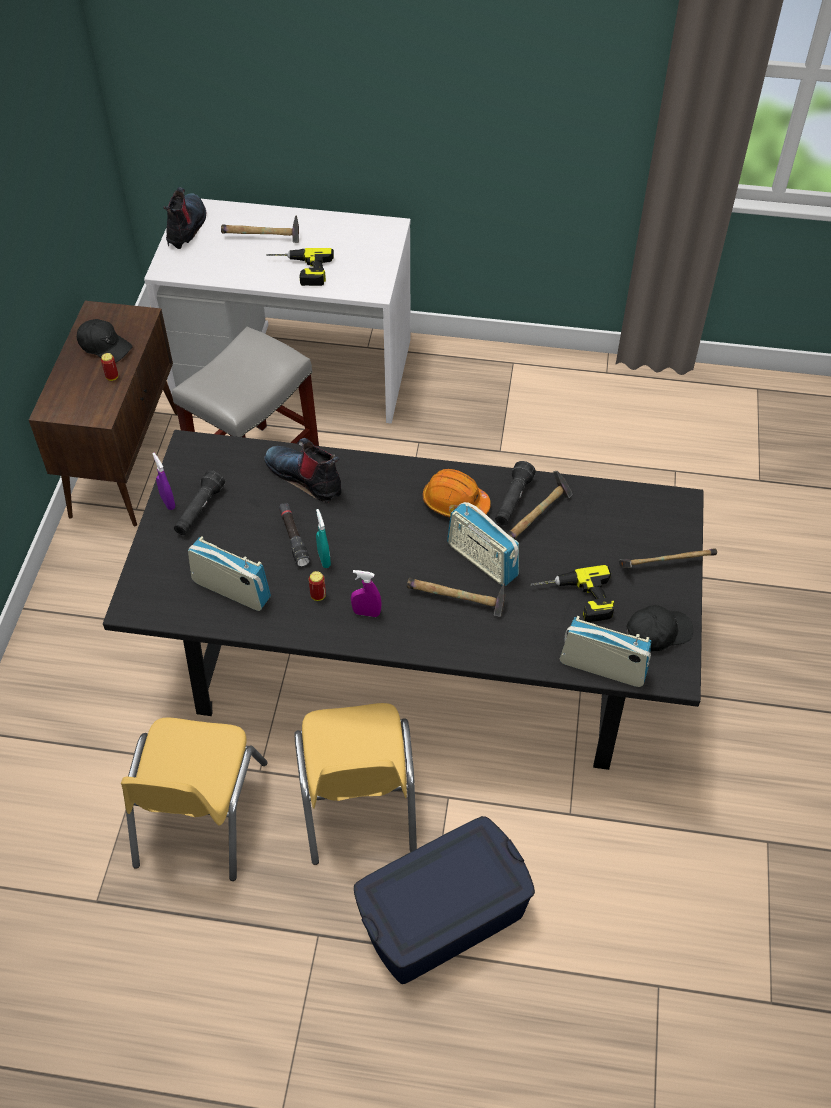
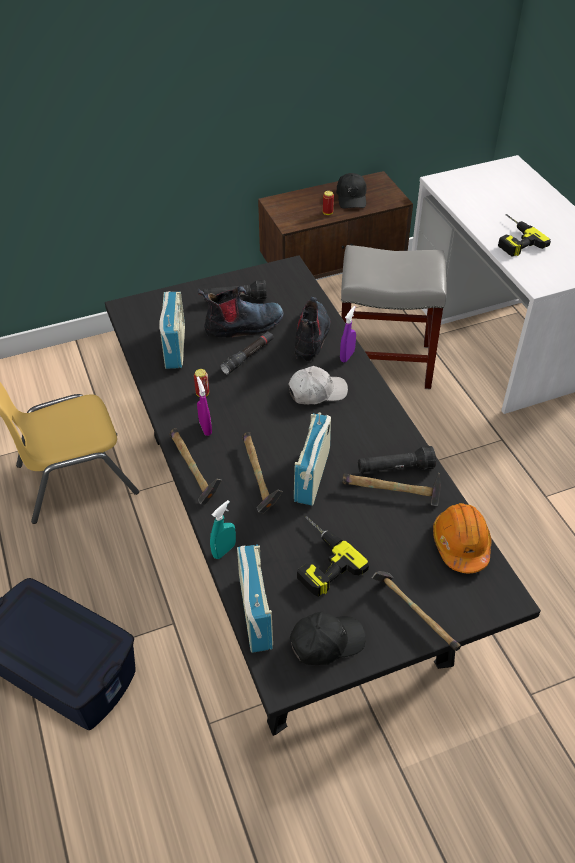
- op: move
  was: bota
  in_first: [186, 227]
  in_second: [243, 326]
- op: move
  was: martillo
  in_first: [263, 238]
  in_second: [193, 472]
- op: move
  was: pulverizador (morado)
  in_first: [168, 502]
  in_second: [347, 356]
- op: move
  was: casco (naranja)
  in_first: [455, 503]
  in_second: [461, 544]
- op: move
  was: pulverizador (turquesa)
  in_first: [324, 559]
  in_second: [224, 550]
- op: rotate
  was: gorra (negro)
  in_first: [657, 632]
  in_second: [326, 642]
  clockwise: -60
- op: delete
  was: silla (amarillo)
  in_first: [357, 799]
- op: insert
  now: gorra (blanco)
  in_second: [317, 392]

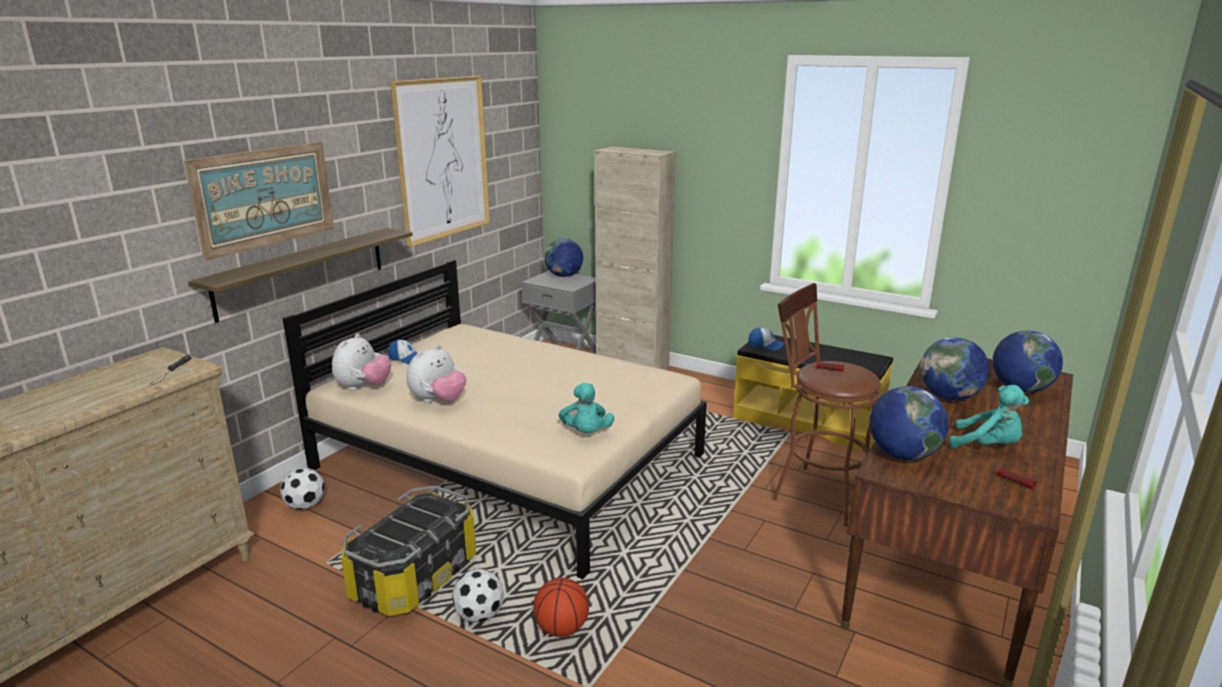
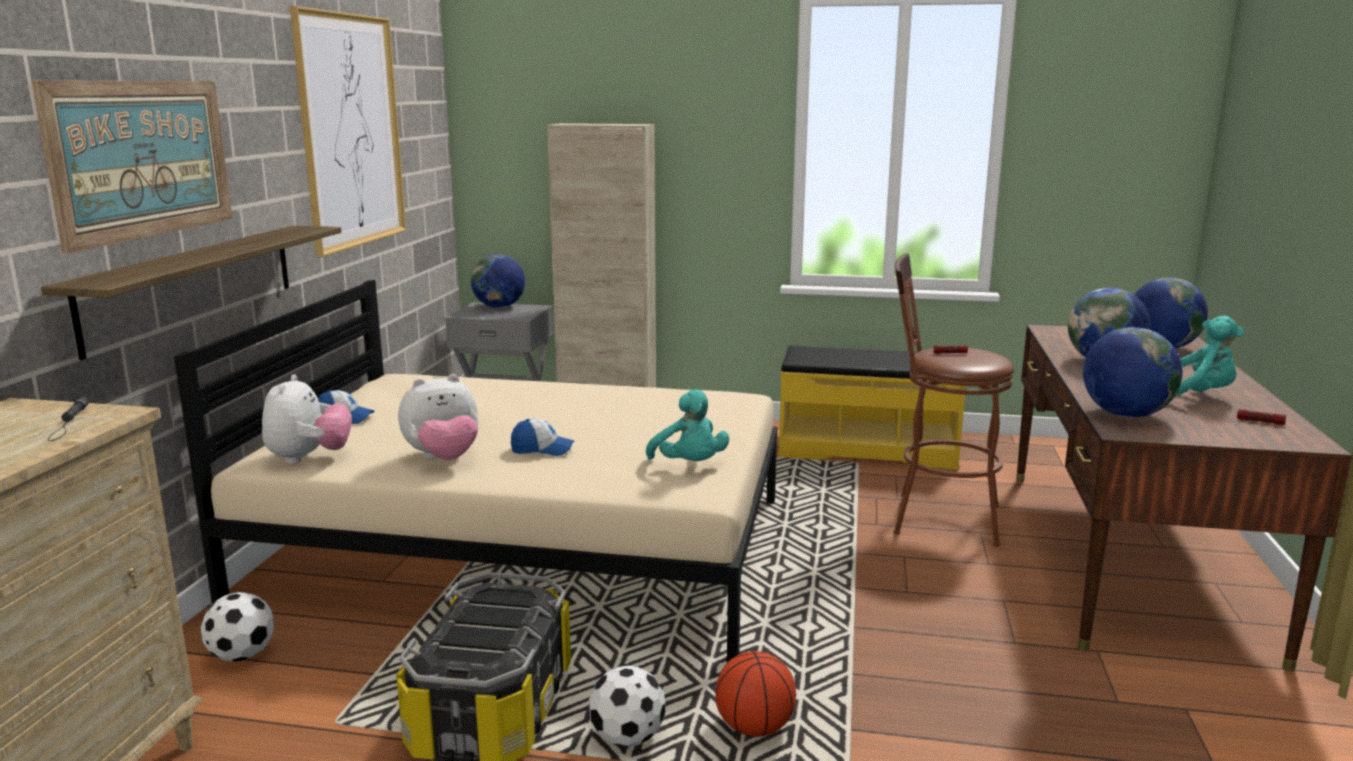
- op: move
  was: gorra
  in_first: [765, 346]
  in_second: [542, 449]
- op: rotate
  was: peluche
  in_first: [438, 401]
  in_second: [444, 459]
  clockwise: 45

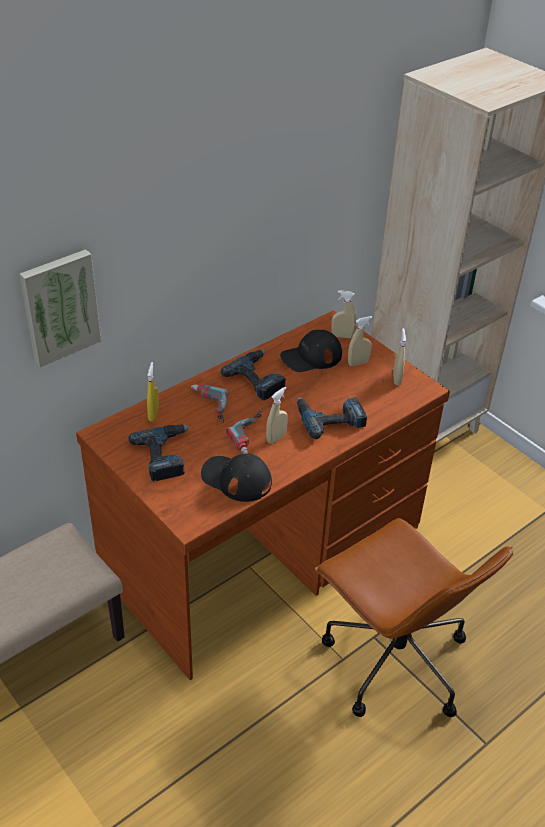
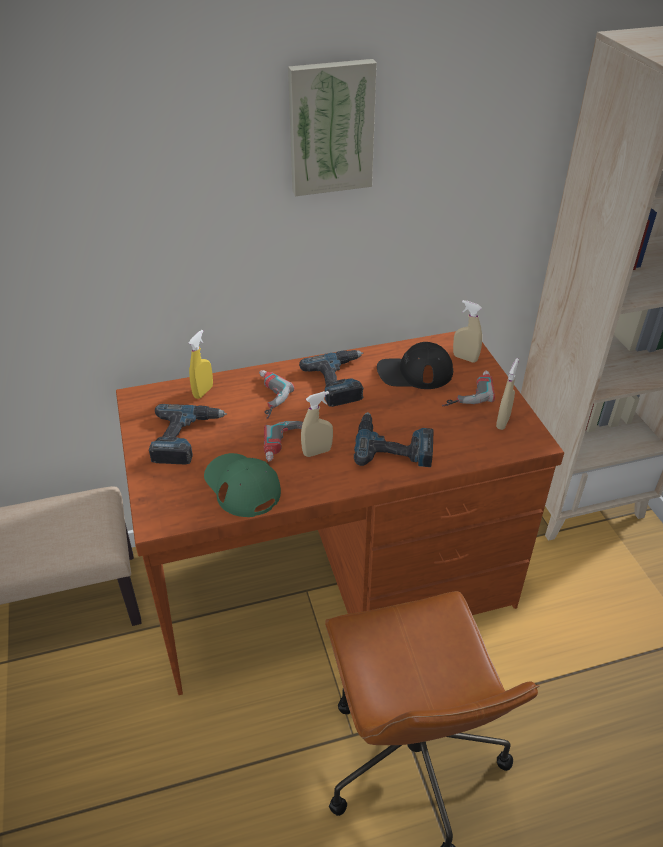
- op: move
  was: cuadro
  in_first: [59, 306]
  in_second: [330, 127]
- op: replace
  was: pulverizador (beis)
  now: taladro
  in_first: [358, 363]
  in_second: [466, 392]
- op: recolor
  was: gorra (negro)
  now: gorra (verde)
  in_first: [236, 479]
  in_second: [242, 486]

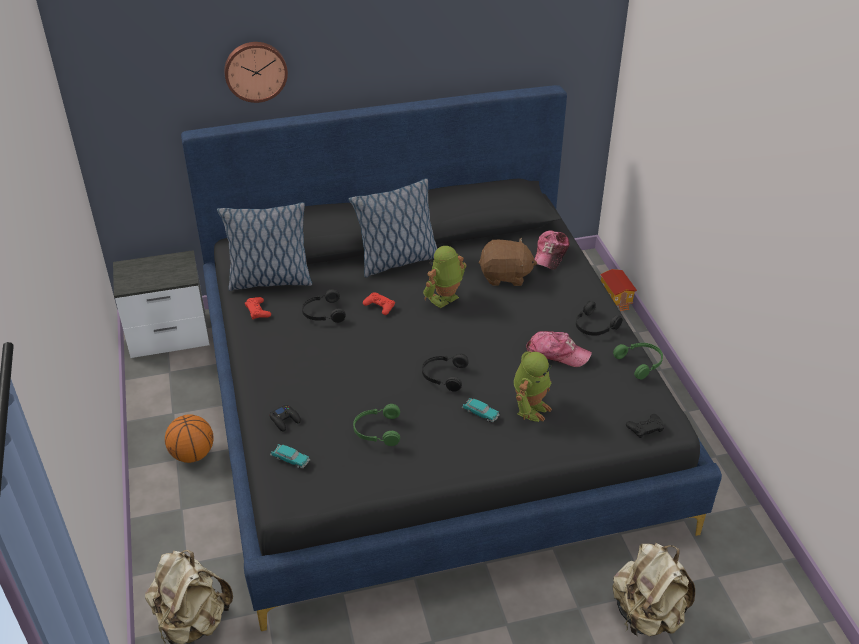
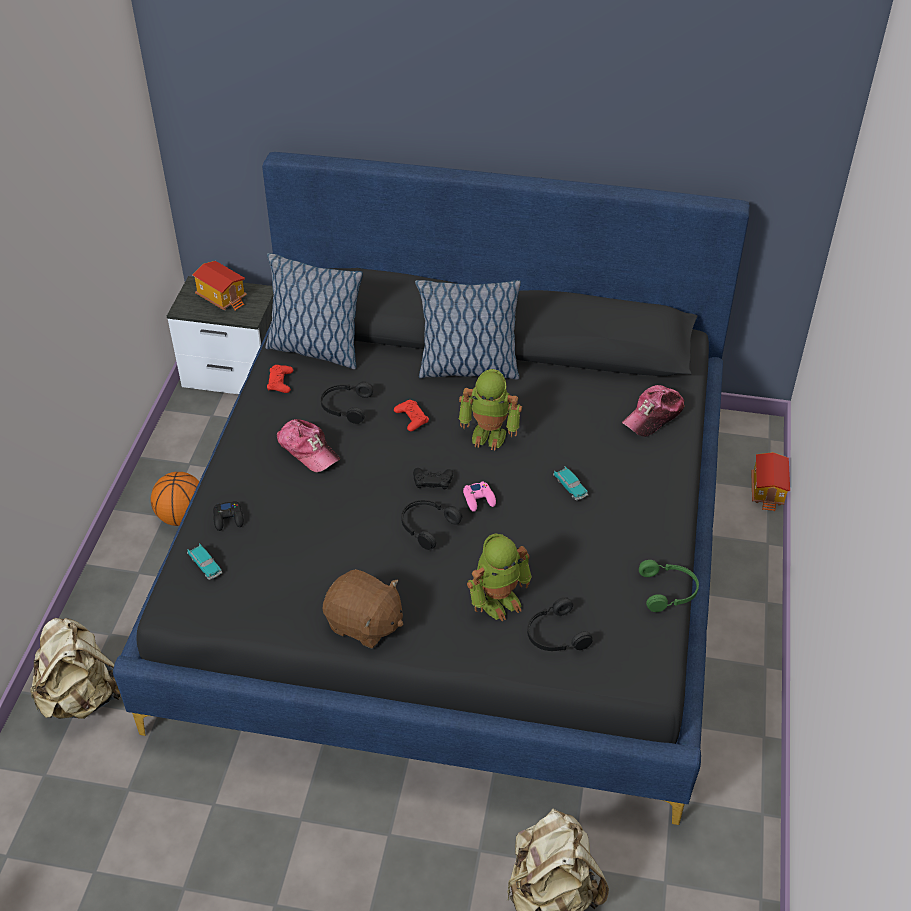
- op: delete
  was: reloj de pared
  in_first: [255, 70]
- op: move
  was: peluche (marrón)
  in_first: [505, 276]
  in_second: [364, 624]
- op: rotate
  was: robot de juguete
  in_first: [445, 300]
  in_second: [490, 434]
  clockwise: -150
- op: move
  was: auriculares (negro)
  in_first: [594, 327]
  in_second: [555, 635]
- op: move
  was: gorra
  in_first: [557, 353]
  in_second: [308, 450]
- op: move
  was: coche de juguete
  in_first: [480, 413]
  in_second: [570, 486]
- op: delete
  was: auriculares (verde)
  in_first: [377, 431]
- op: move
  was: mando de consola (negro)
  in_first: [645, 428]
  in_second: [432, 480]
- op: insert
  now: casita
  in_second: [222, 297]
- op: insert
  now: mando de consola (rosa)
  in_second: [479, 499]

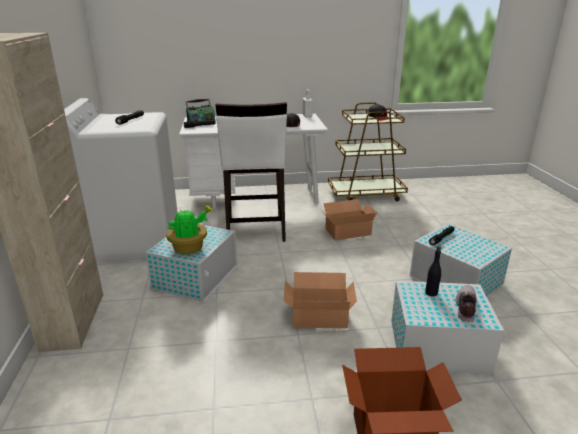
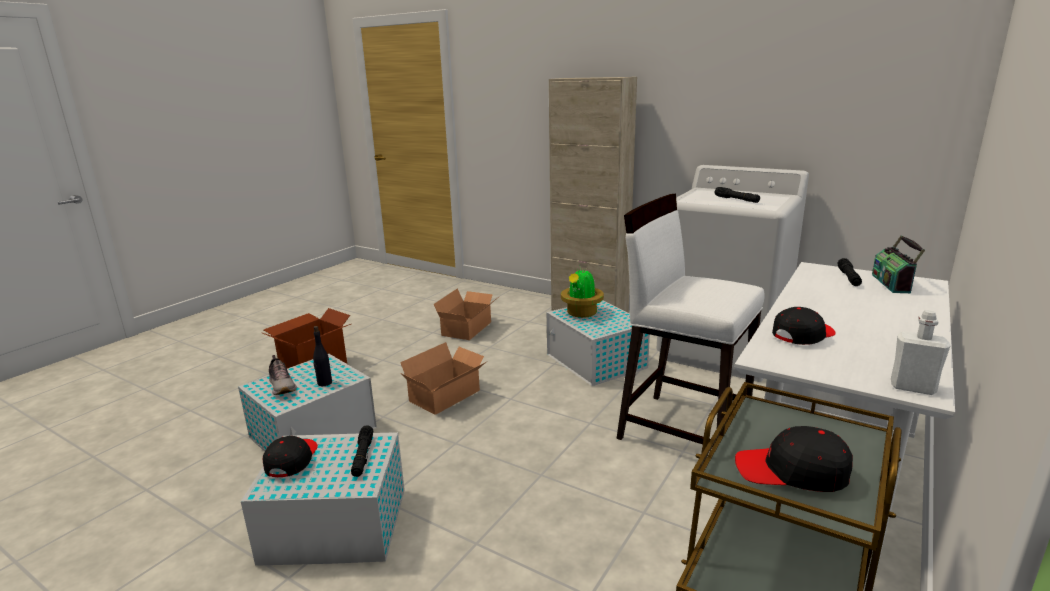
- op: move
  was: caja de cartón
  in_first: [346, 231]
  in_second: [469, 328]
- op: insert
  now: gorra (negro)
  in_second: [292, 460]

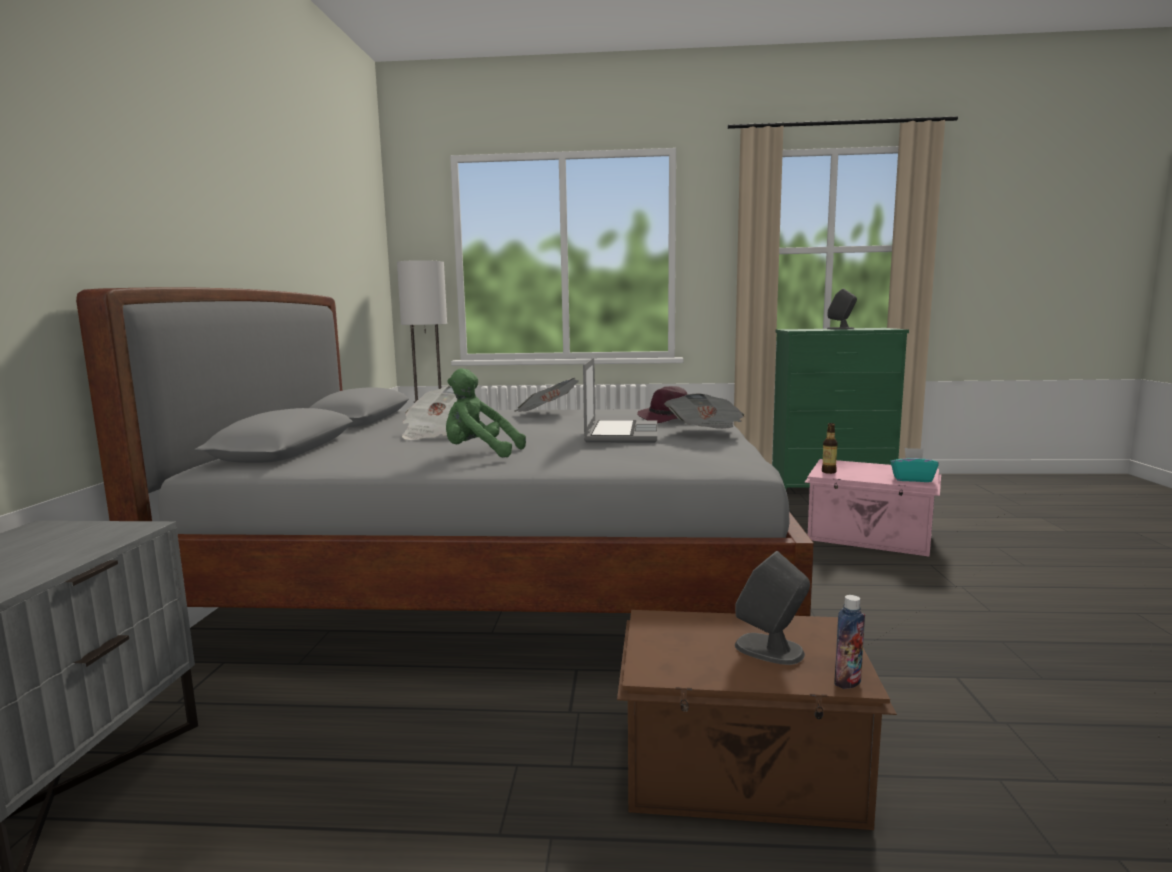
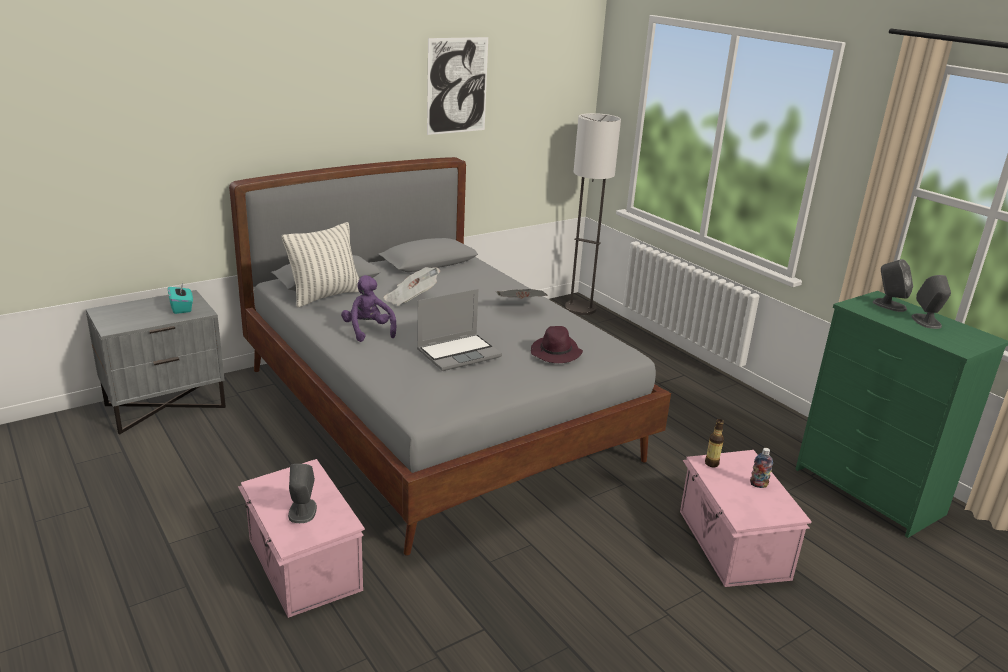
- op: recolor
  was: peluche (verde)
  now: peluche (morado)
  in_first: [479, 453]
  in_second: [368, 331]
- op: delete
  was: periódico
  in_first: [706, 434]
- op: move
  was: caja de pañuelos (turquesa)
  in_first: [912, 479]
  in_second: [182, 308]
- op: move
  was: botella
  in_first: [847, 681]
  in_second: [758, 485]
- op: recolor
  was: caja de almacenaje (marrón)
  now: caja de almacenaje (rosa)
  in_first: [743, 774]
  in_second: [302, 566]
- op: insert
  now: cuadro
  in_second: [457, 86]
- op: insert
  now: cojín
  in_second: [325, 296]
- op: insert
  now: altavoz (gris)
  in_second: [889, 305]

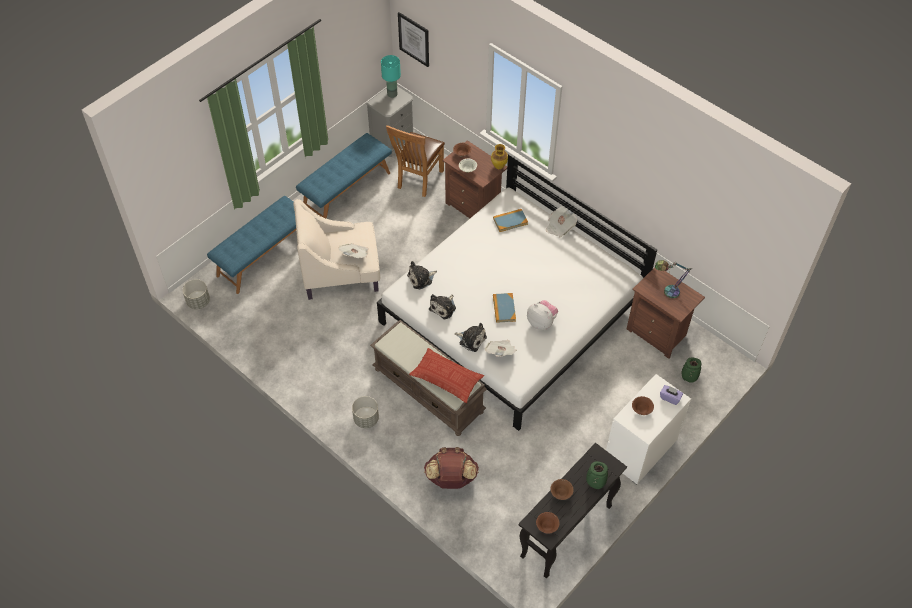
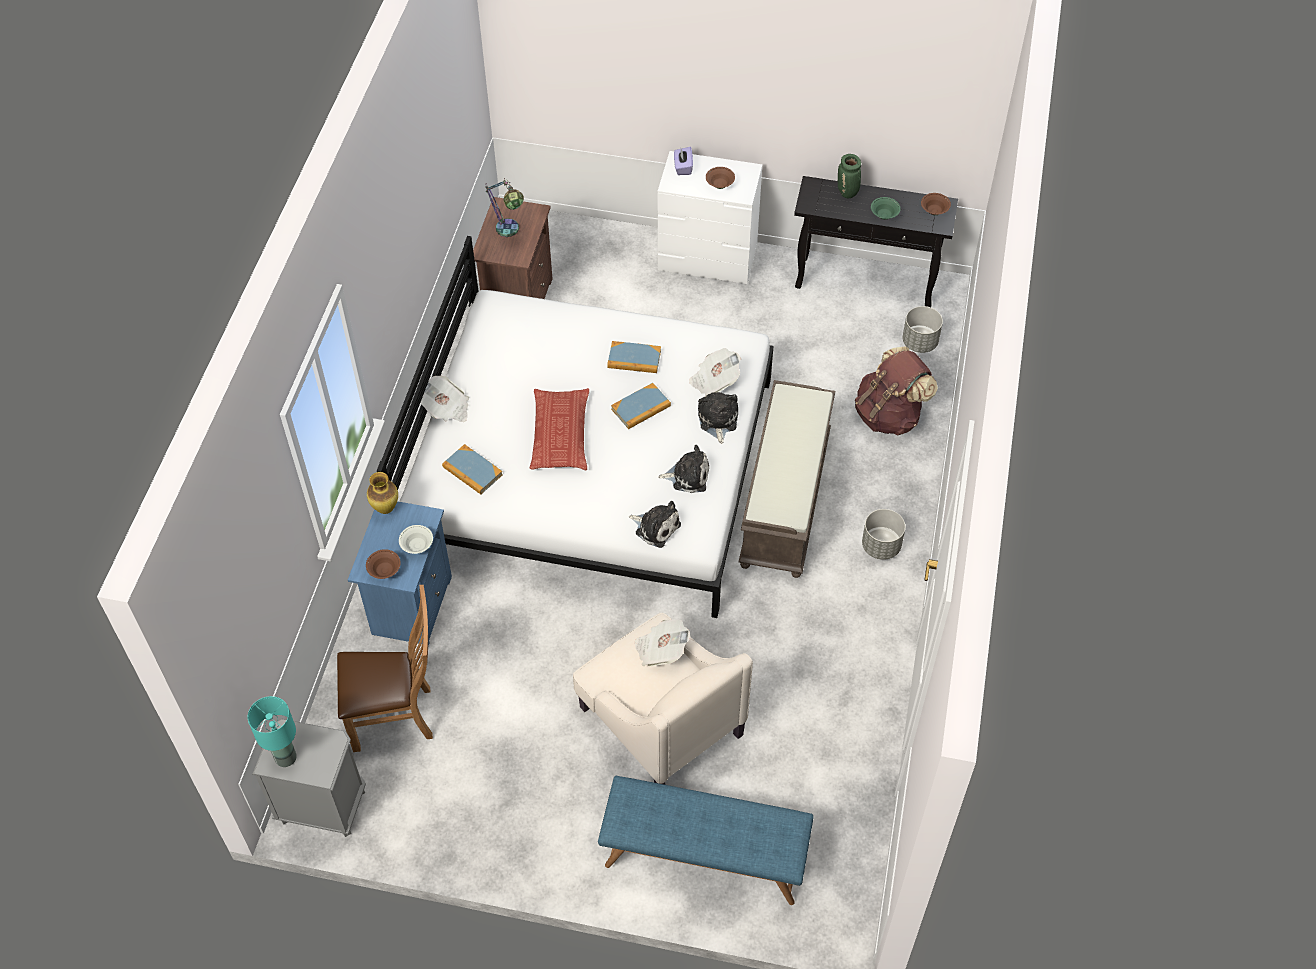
- op: delete
  was: cuadro
  in_first: [414, 39]
- op: delete
  was: banco (azul)
  in_first: [346, 190]
- op: recolor
  was: mesita de noche (marrón)
  now: mesita de noche (azul)
  in_first: [474, 206]
  in_second: [410, 607]
- op: move
  was: maceta (gris)
  in_first: [198, 301]
  in_second: [919, 342]
- op: replace
  was: peluche
  now: libro
  in_first: [541, 322]
  in_second: [634, 359]
- op: move
  was: cojín
  in_first: [446, 378]
  in_second: [560, 434]
- op: delete
  was: florero (verde)
  in_first: [688, 378]
- op: recolor
  was: cuenco (marrón)
  now: cuenco (verde)
  in_first: [561, 493]
  in_second: [884, 215]

